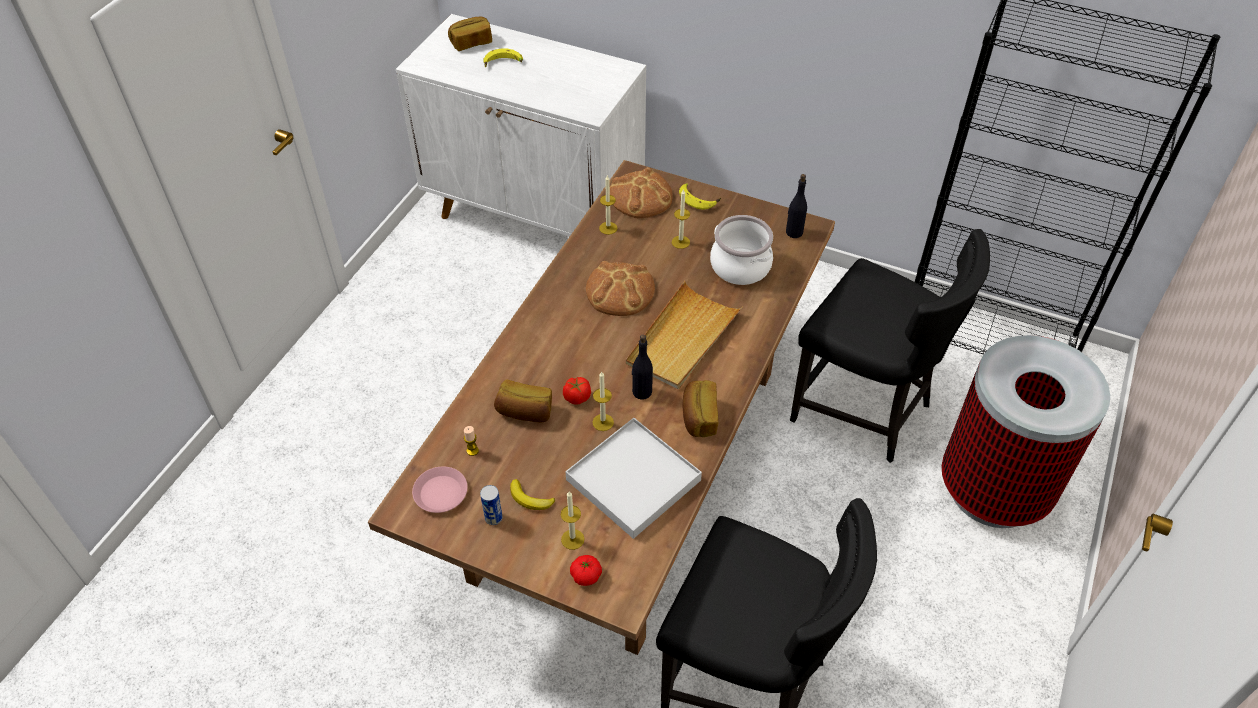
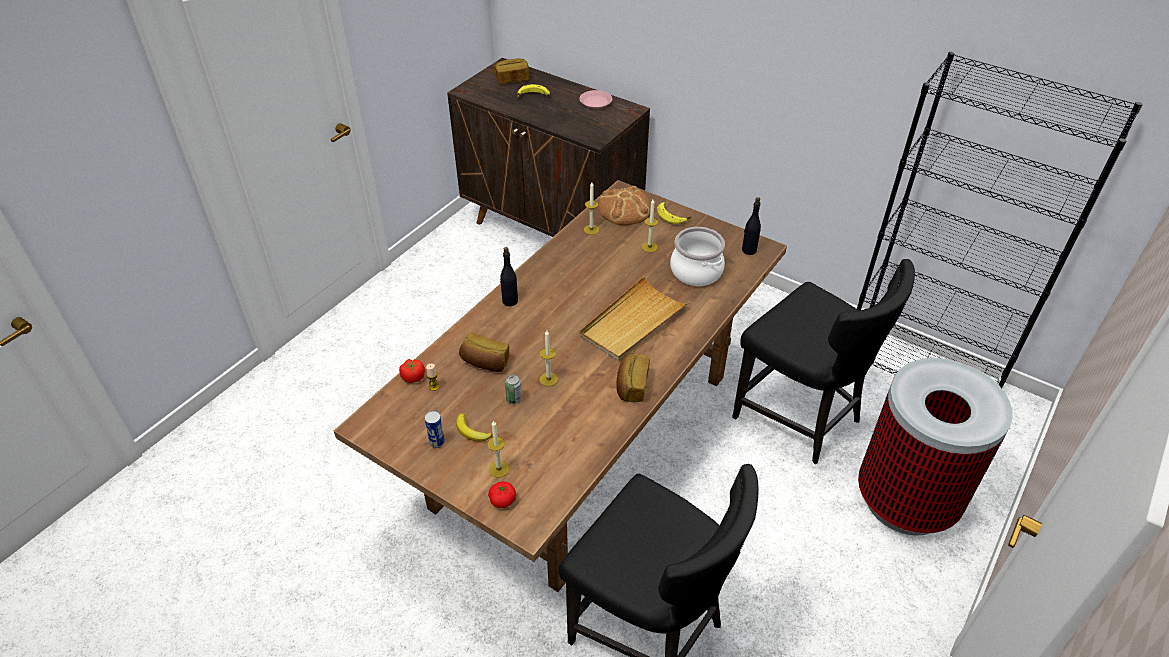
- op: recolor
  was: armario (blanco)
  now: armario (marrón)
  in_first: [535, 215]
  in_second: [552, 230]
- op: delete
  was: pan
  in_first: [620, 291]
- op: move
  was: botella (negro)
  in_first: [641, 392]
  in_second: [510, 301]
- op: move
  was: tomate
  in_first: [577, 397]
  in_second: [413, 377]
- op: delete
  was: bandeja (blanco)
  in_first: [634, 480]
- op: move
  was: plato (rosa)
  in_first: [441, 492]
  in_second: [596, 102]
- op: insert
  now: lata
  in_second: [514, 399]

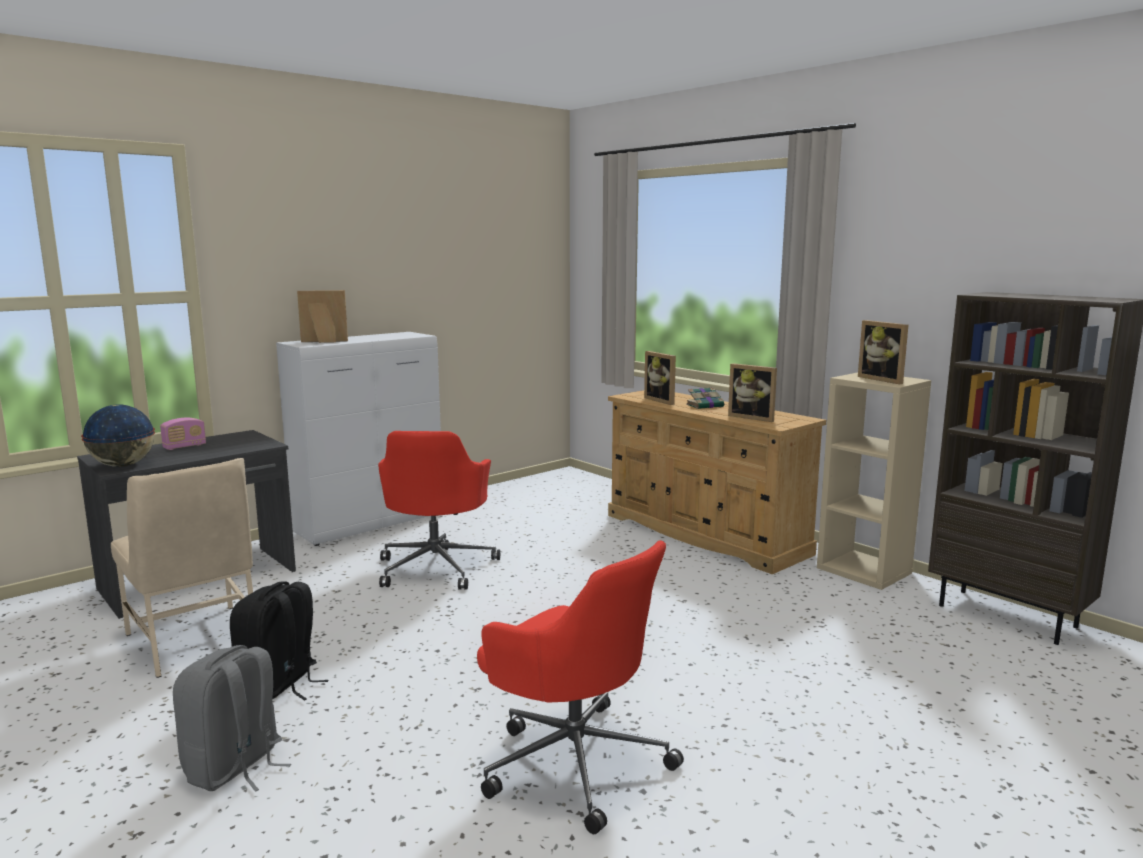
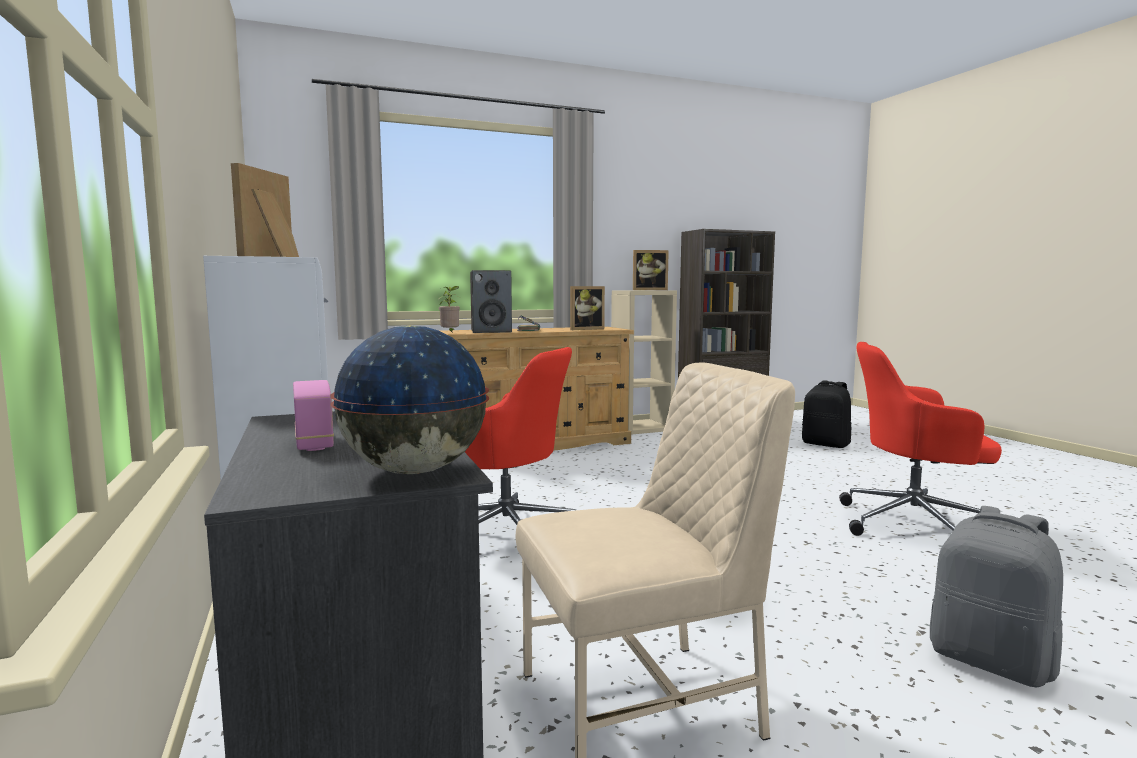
- op: replace
  was: portarretratos
  now: altavoz
  in_first: [663, 400]
  in_second: [491, 331]
- op: rotate
  was: silla de oficina (rojo)
  in_first: [574, 760]
  in_second: [914, 524]
  clockwise: -135
- op: move
  was: mochila (negro)
  in_first: [280, 686]
  in_second: [826, 444]
- op: insert
  now: planta en maceta
  in_second: [450, 334]

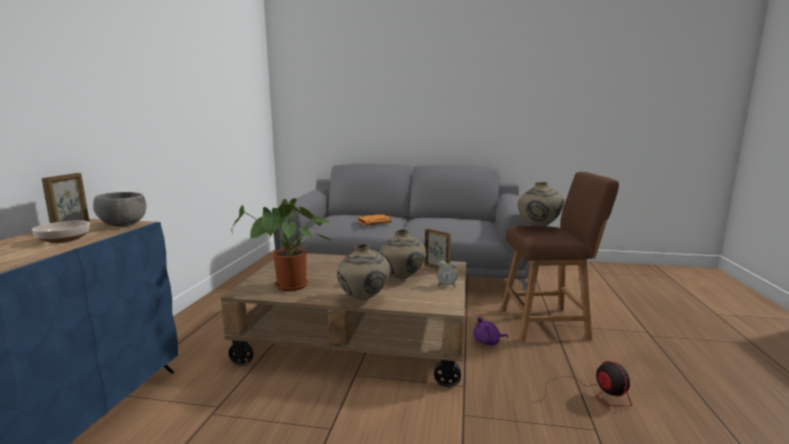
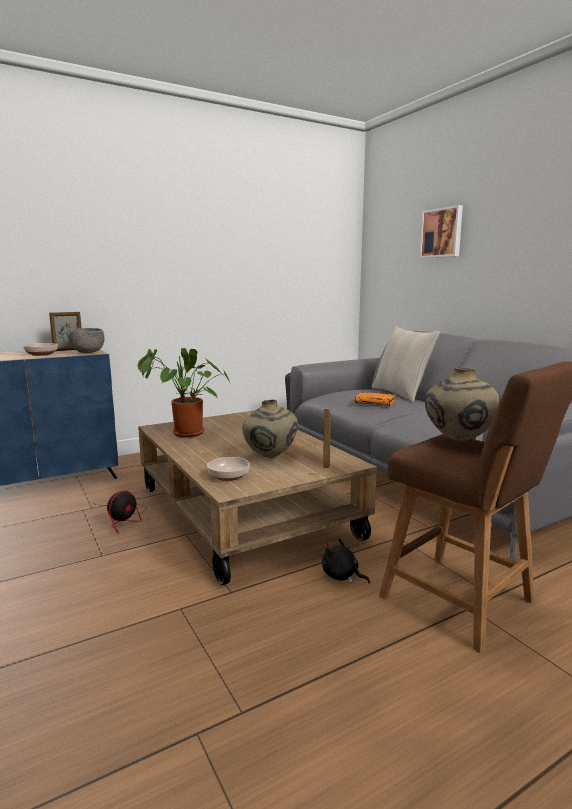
- op: delete
  was: florero (beis)
  in_first: [364, 299]
- op: delete
  was: despertador
  in_first: [447, 285]
- op: recolor
  was: peluche (morado)
  now: peluche (negro)
  in_first: [488, 342]
  in_second: [342, 576]
- op: move
  was: ventilador
  in_first: [590, 395]
  in_second: [124, 518]
- op: insert
  now: cuadro
  in_second: [442, 233]
- op: insert
  now: cojín (beis)
  in_second: [401, 394]
- op: insert
  now: cuenco
  in_second: [228, 476]

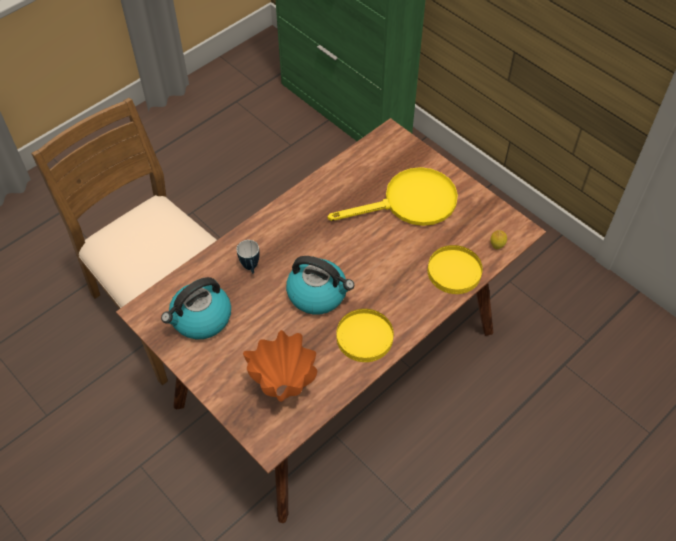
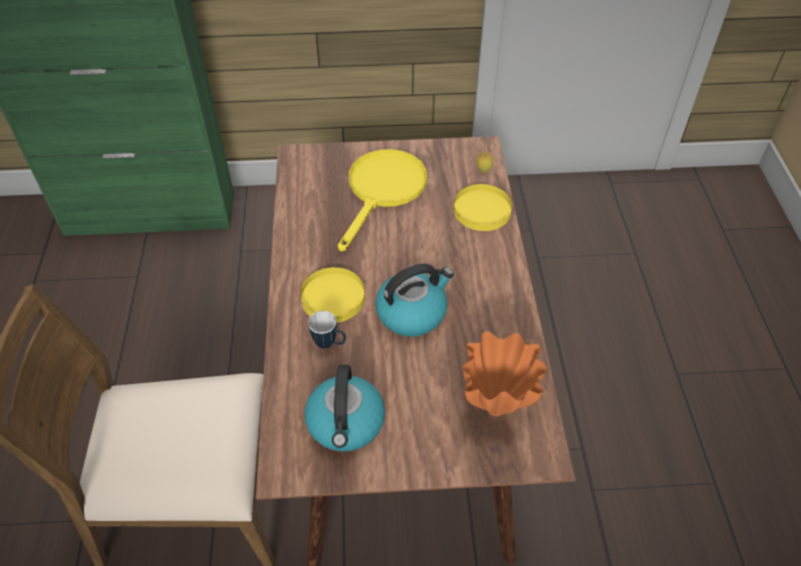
- op: move
  was: plato (amarillo)
  in_first: [365, 337]
  in_second: [333, 297]

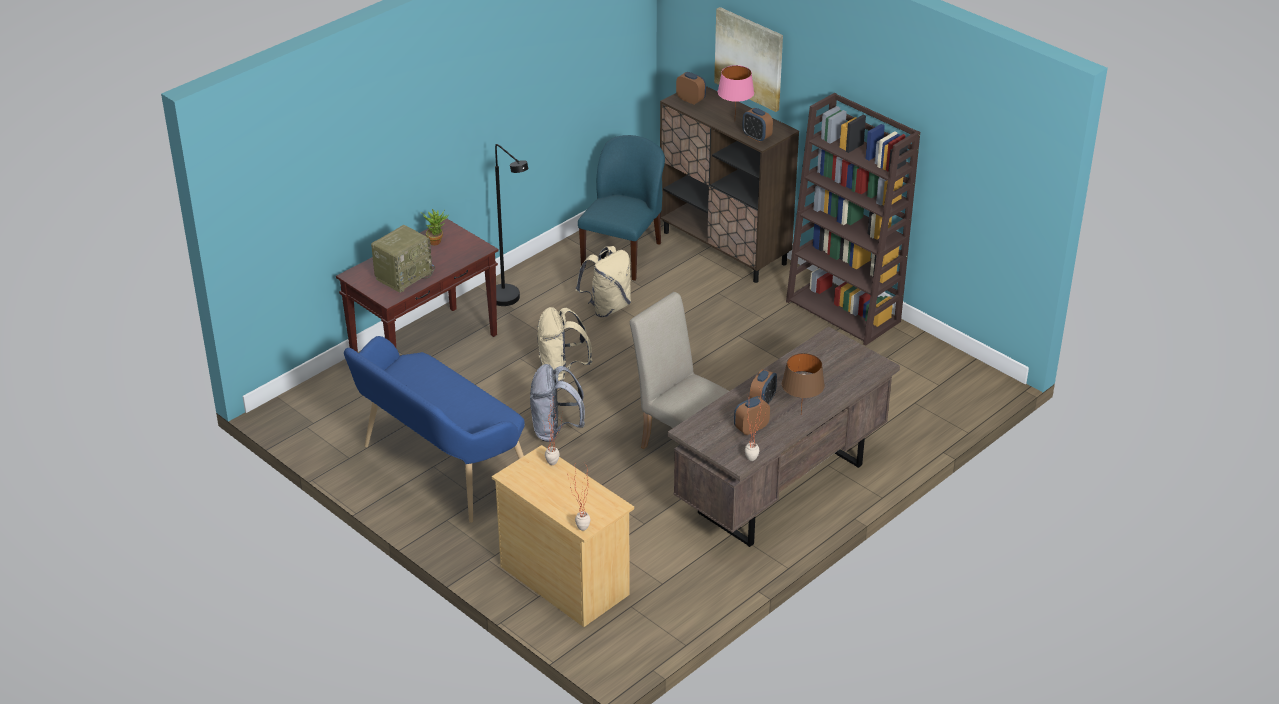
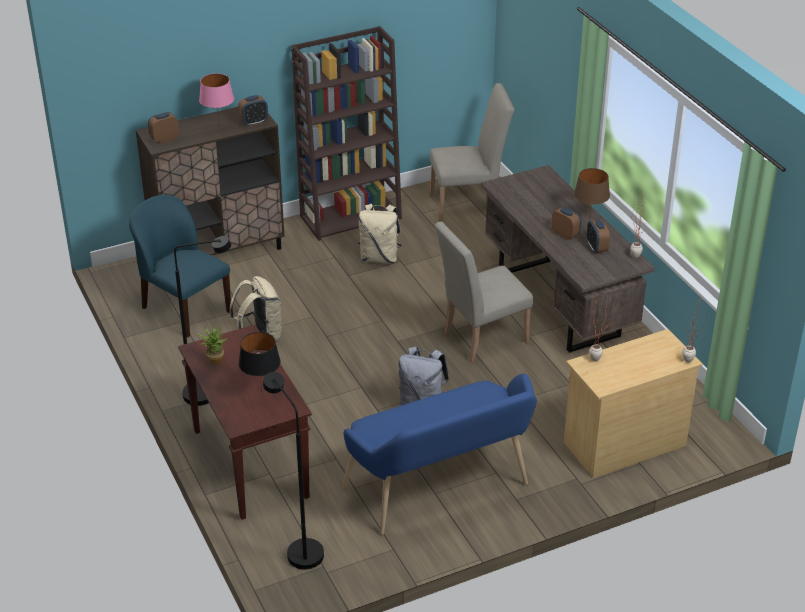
- op: delete
  was: cuadro
  in_first: [749, 58]
- op: replace
  was: radio
  now: lámpara de mesa (negro)
  in_first: [404, 275]
  in_second: [261, 391]
- op: move
  was: mochila (beis)
  in_first: [562, 371]
  in_second: [379, 257]
- op: insert
  now: silla (beis)
  in_second: [469, 204]
- op: insert
  now: lámpara de pie (negro)
  in_second: [299, 549]

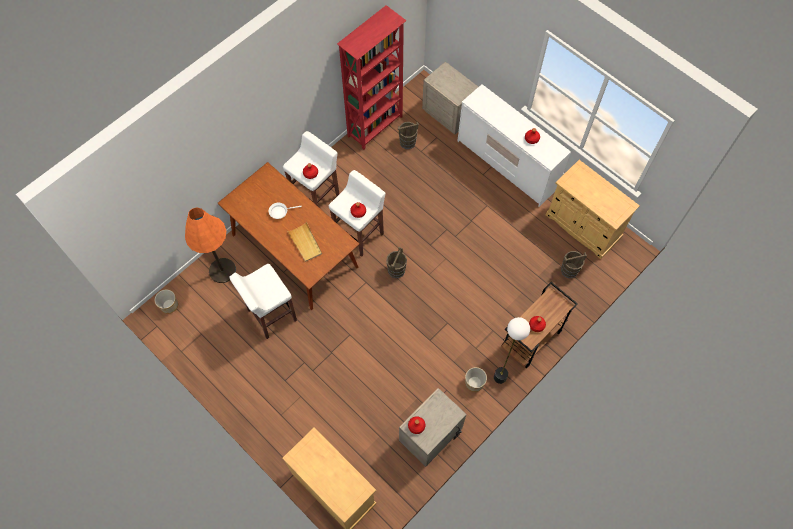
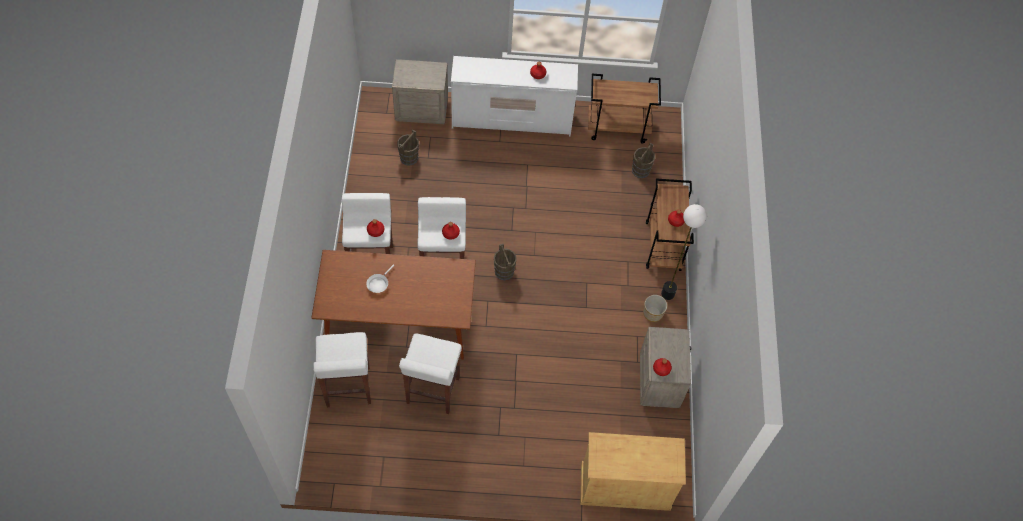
- op: delete
  was: estantería (rojo)
  in_first: [376, 126]
- op: replace
  was: armario (beis)
  now: carrito (marrón)
  in_first: [583, 226]
  in_second: [618, 128]
- op: replace
  was: lámpara de pie (naranja)
  now: taburete (blanco)
  in_first: [222, 270]
  in_second: [348, 388]
- op: delete
  was: bandeja (beis)
  in_first: [305, 243]
- op: delete
  was: maceta
  in_first: [169, 305]

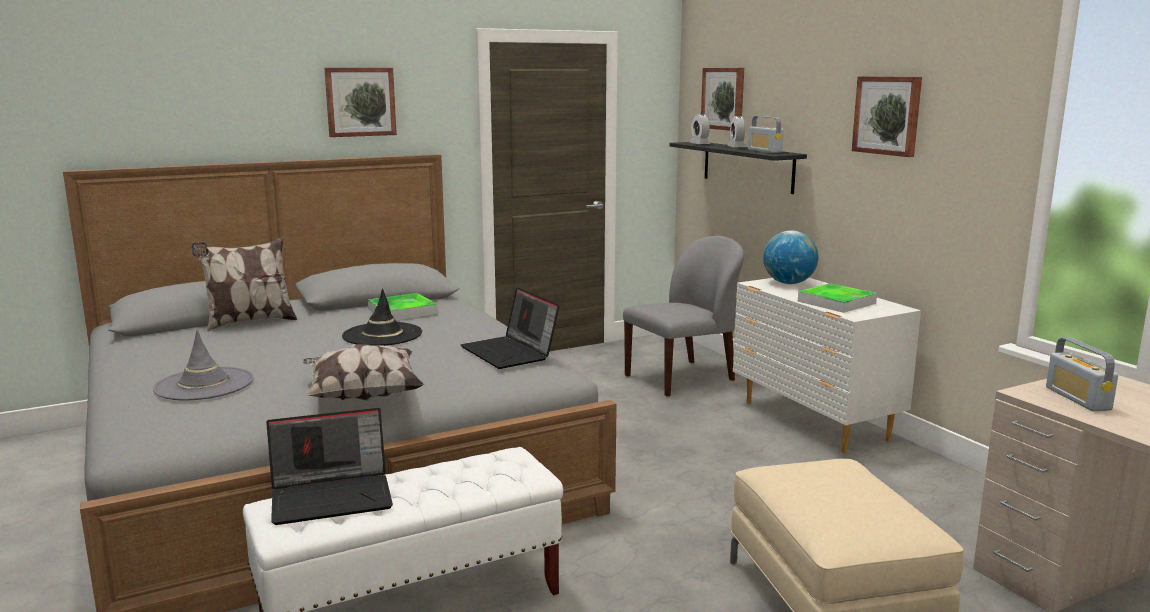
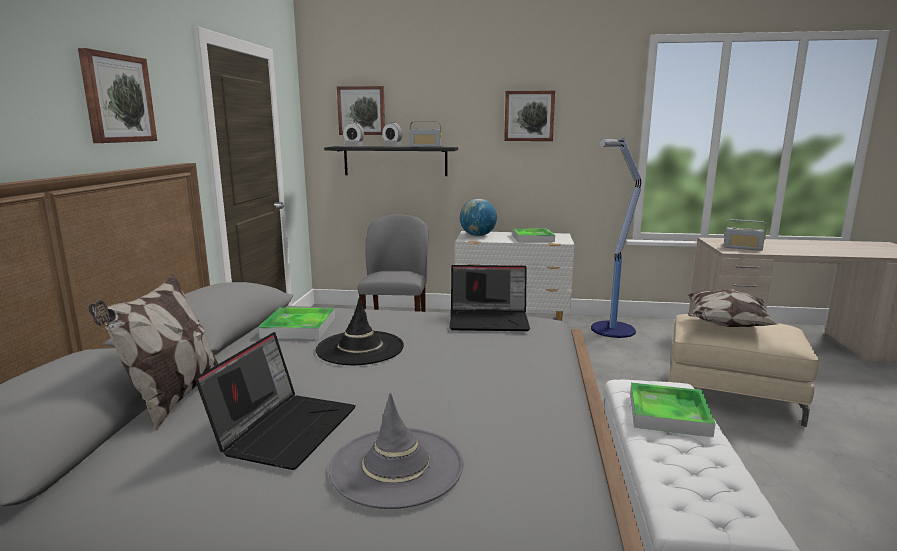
- op: move
  was: cojín
  in_first: [362, 396]
  in_second: [725, 325]
- op: move
  was: portátil
  in_first: [333, 496]
  in_second: [285, 428]
- op: insert
  now: lámpara de pie
  in_second: [612, 330]
- op: insert
  now: bandeja
  in_second: [668, 414]

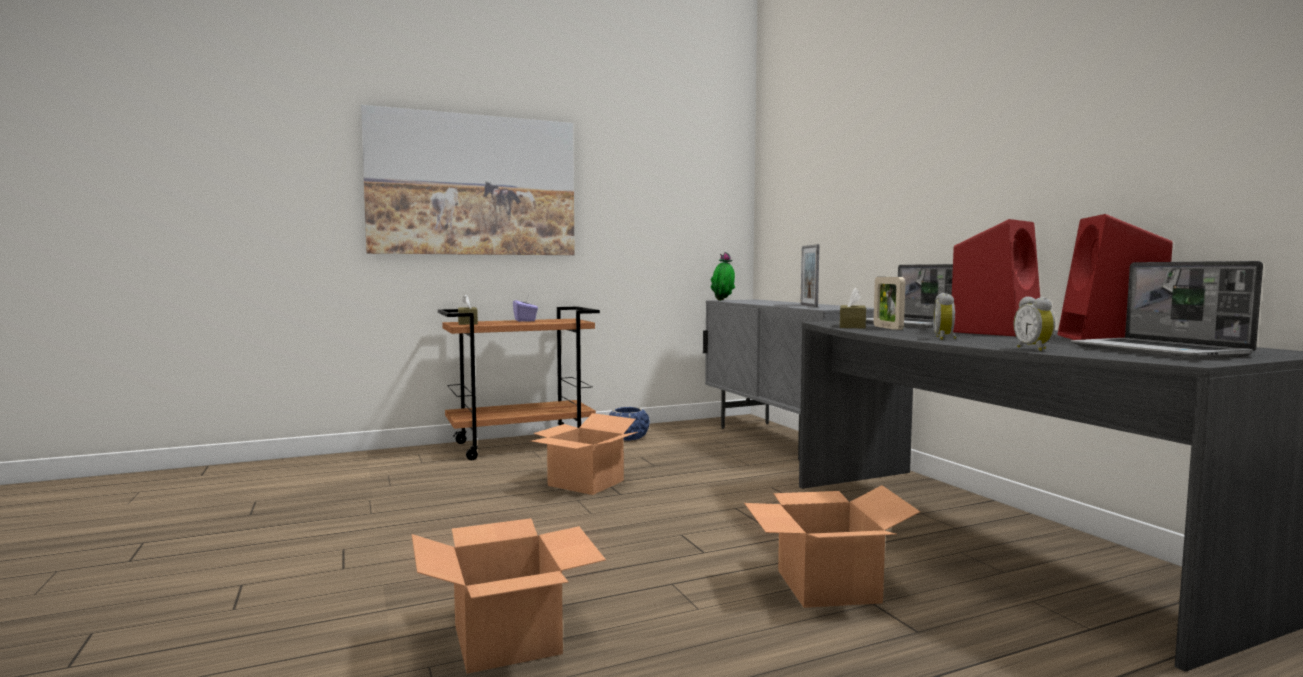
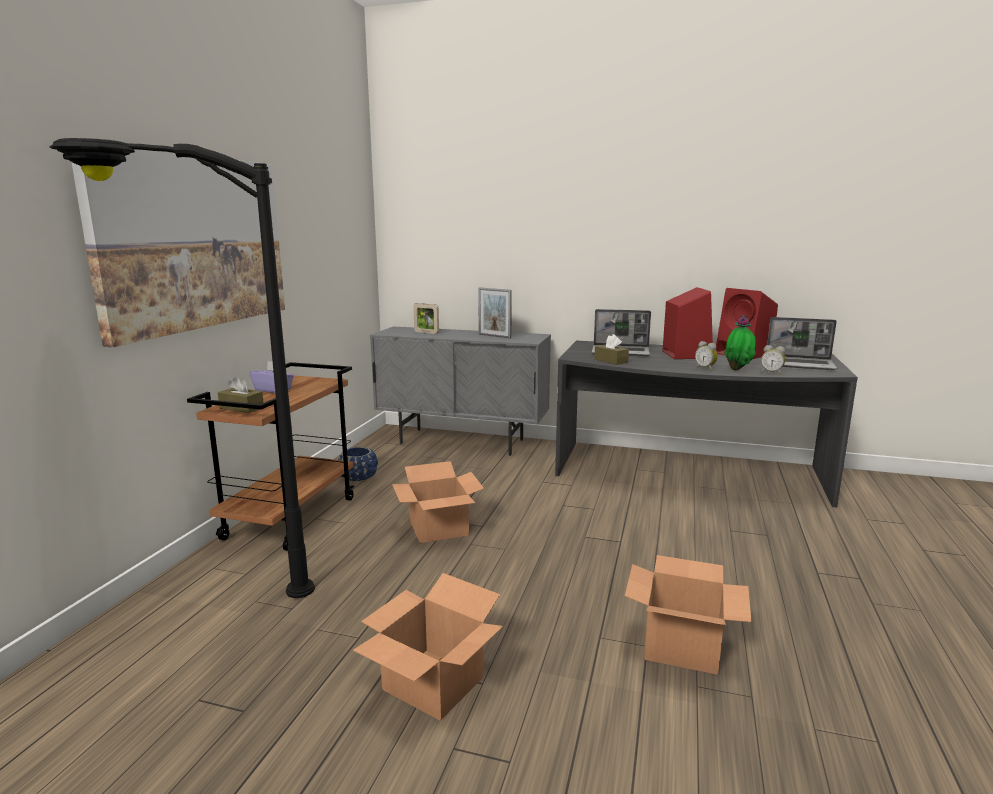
- op: move
  was: planta en maceta
  in_first: [723, 300]
  in_second: [738, 369]
- op: move
  was: portarretratos
  in_first: [888, 328]
  in_second: [426, 332]
- op: move
  was: caja de cartón
  in_first: [829, 587]
  in_second: [435, 683]
- op: insert
  now: lámpara de pie (negro)
  in_second: [206, 603]

